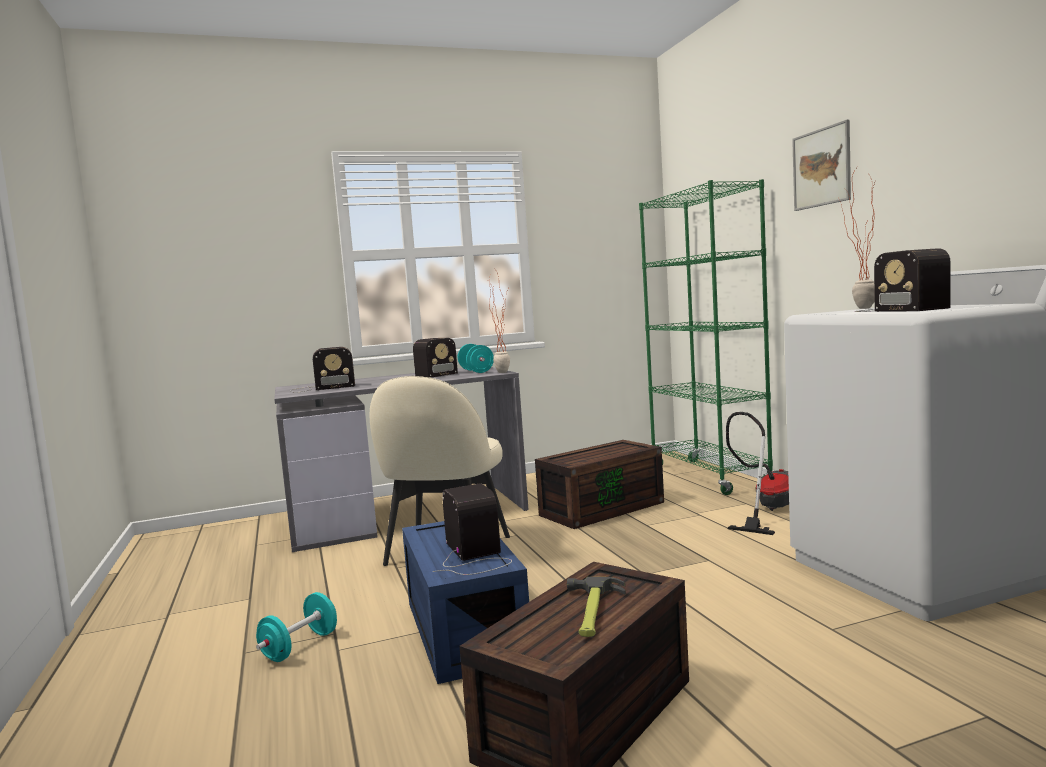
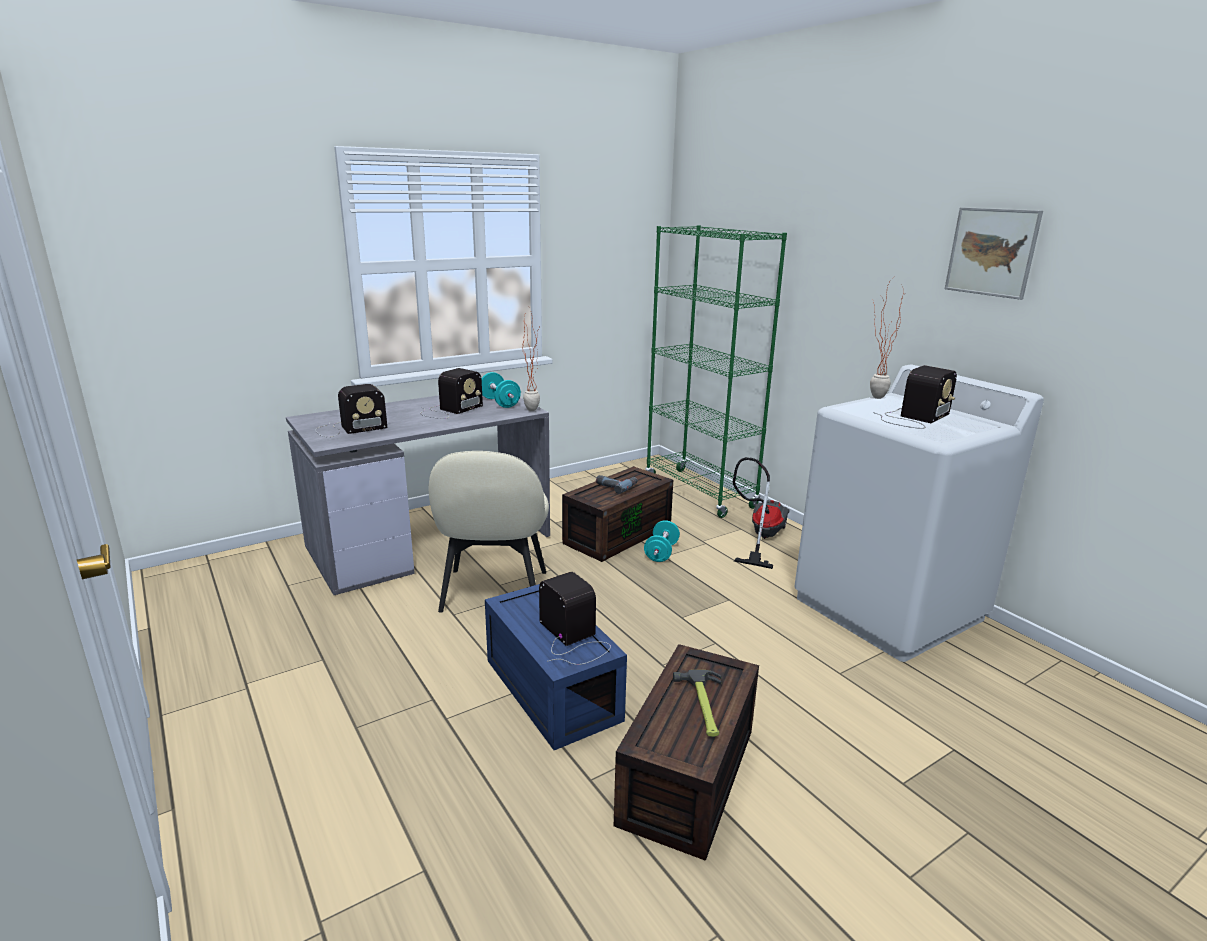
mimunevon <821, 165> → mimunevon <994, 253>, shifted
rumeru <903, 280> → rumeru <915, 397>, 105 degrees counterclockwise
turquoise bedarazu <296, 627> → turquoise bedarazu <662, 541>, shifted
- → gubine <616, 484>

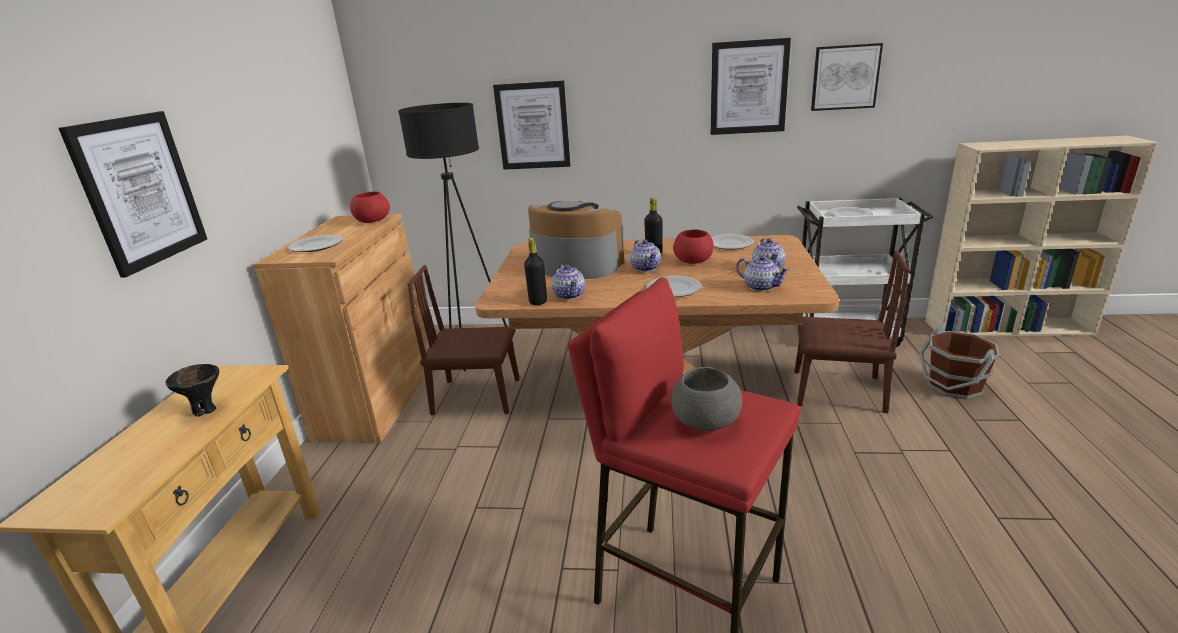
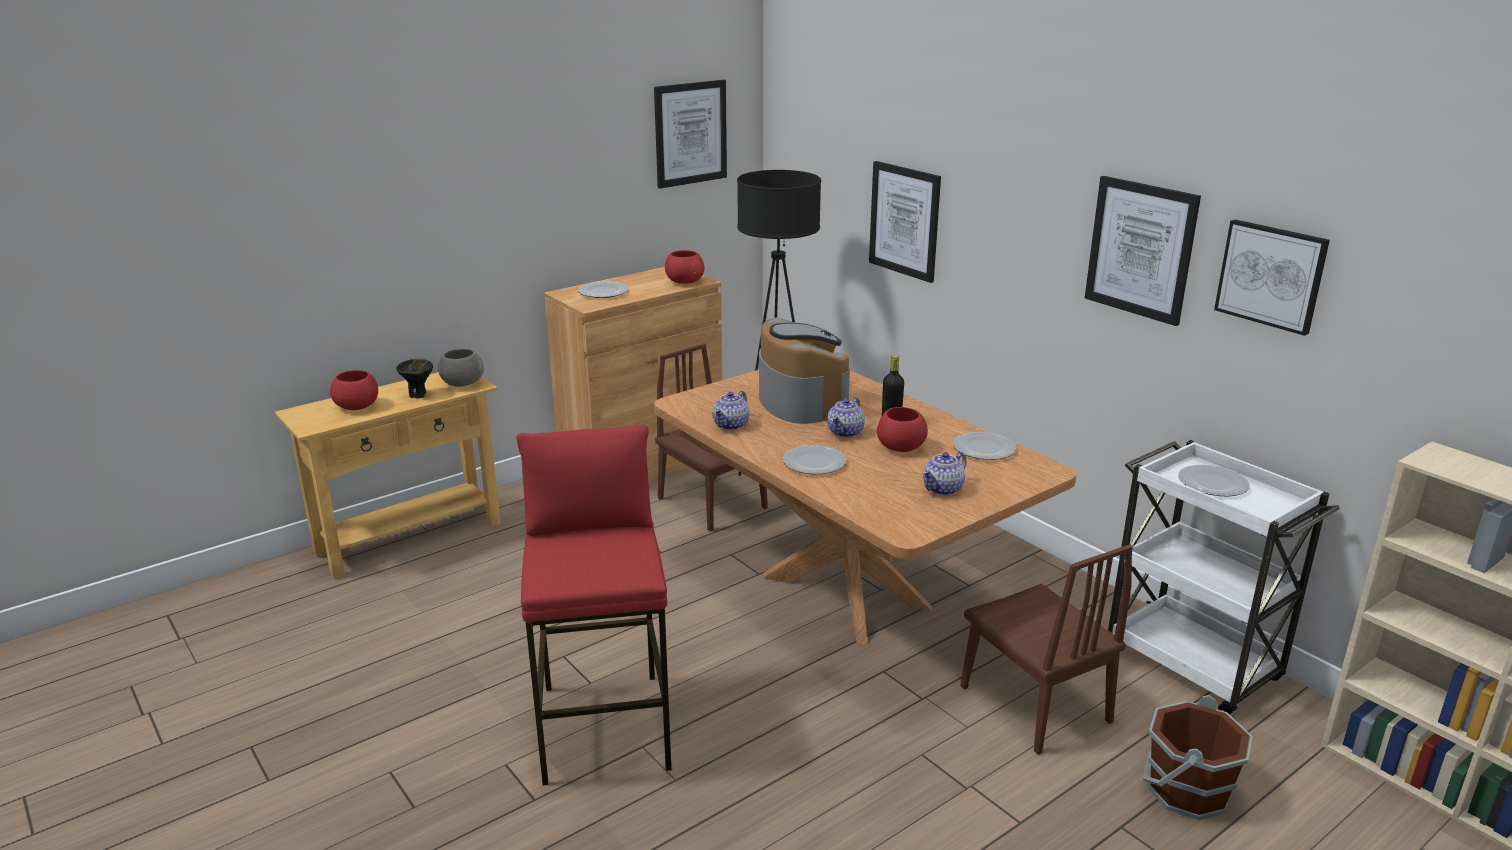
mimunevon <133, 194> → mimunevon <690, 134>, shifted
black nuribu <535, 271> → -
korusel <762, 274> → -
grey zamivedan <706, 399> → grey zamivedan <461, 368>, shifted
- → red zamivedan <354, 390>

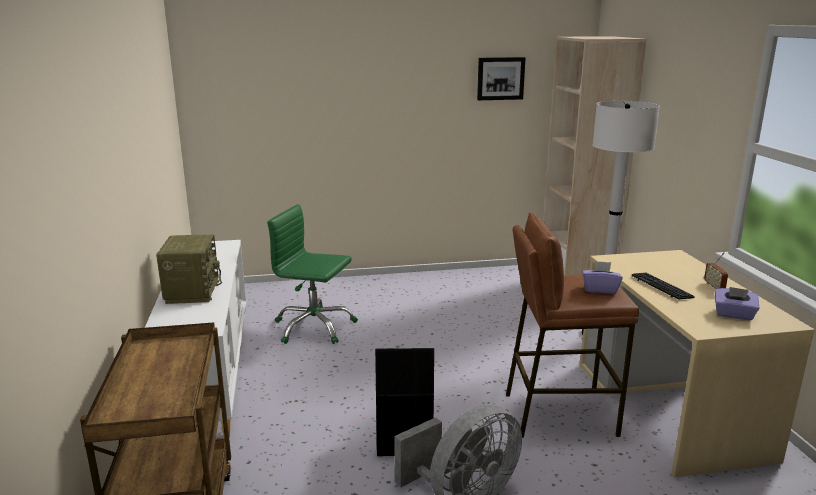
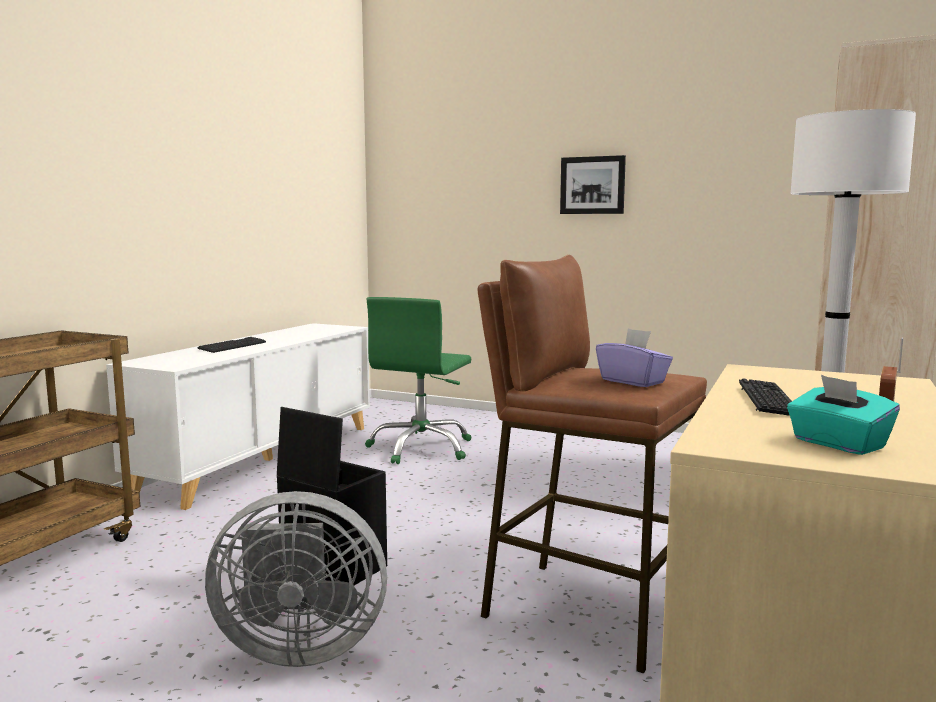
mimunevon <501, 78> → mimunevon <593, 184>, shifted
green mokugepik <312, 274> → green mokugepik <418, 380>, 120 degrees counterclockwise
rumeru <189, 269> → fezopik <231, 345>
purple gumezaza <737, 303> → turquoise gumezaza <843, 415>

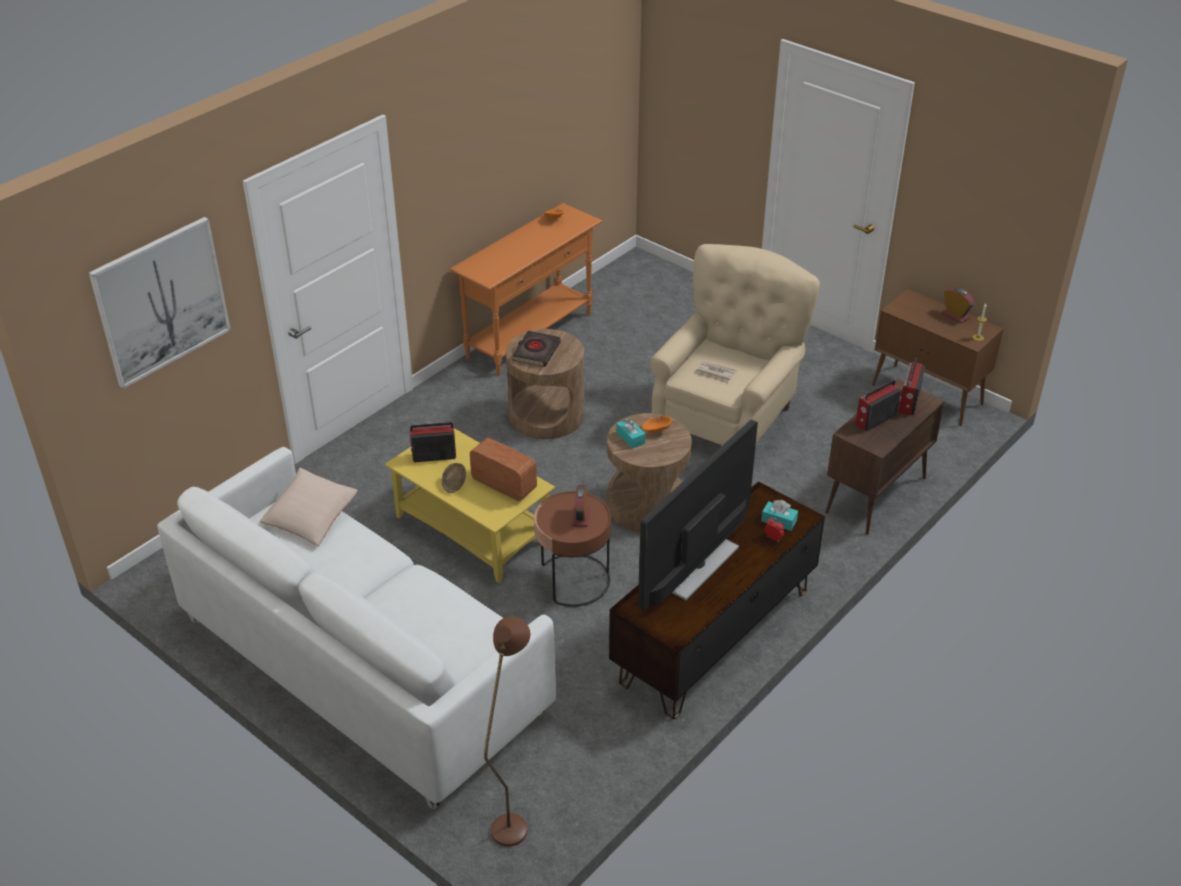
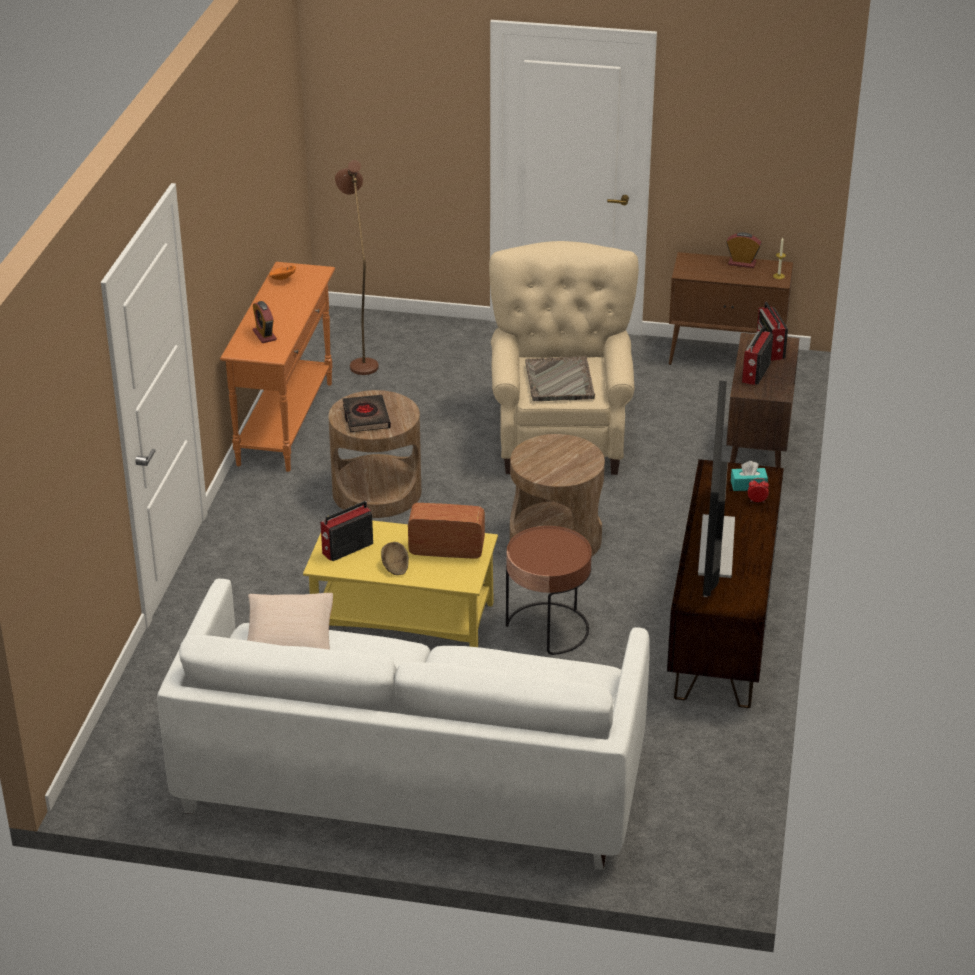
mimunevon <160, 303> → -
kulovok <716, 370> → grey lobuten <560, 378>
orange zamivedan <657, 424> → -
turquoise gumezaza <631, 433> → -
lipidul <581, 505> → lipidul <265, 322>, shifted
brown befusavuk <507, 731> → brown befusavuk <357, 267>, shifted

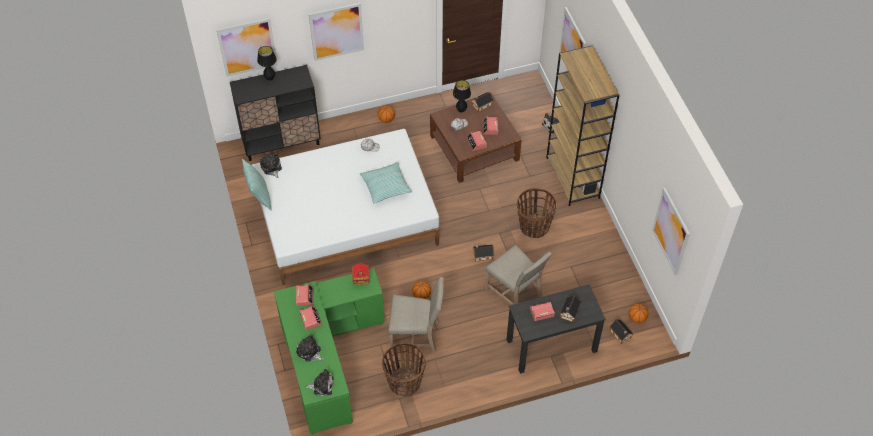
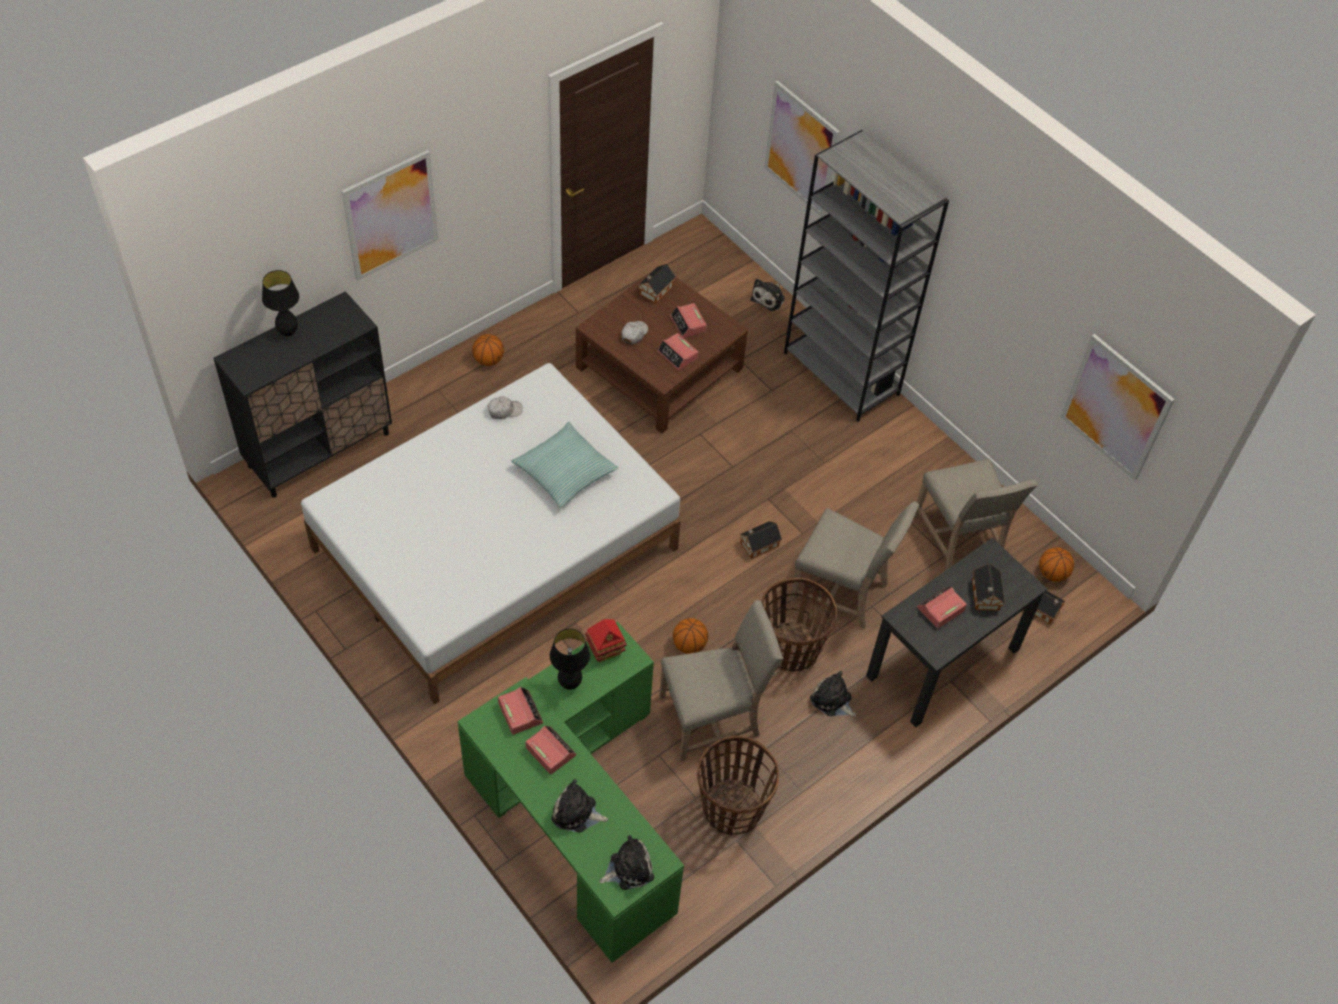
mimunevon <247, 47> → -
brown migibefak <582, 125> → grey migibefak <866, 276>
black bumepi <462, 96> → black bumepi <570, 659>, shifted
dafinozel <271, 165> → dafinozel <833, 694>, shifted
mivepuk <257, 184> → -
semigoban <537, 213> → semigoban <799, 625>, shifted
- → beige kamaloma <975, 514>

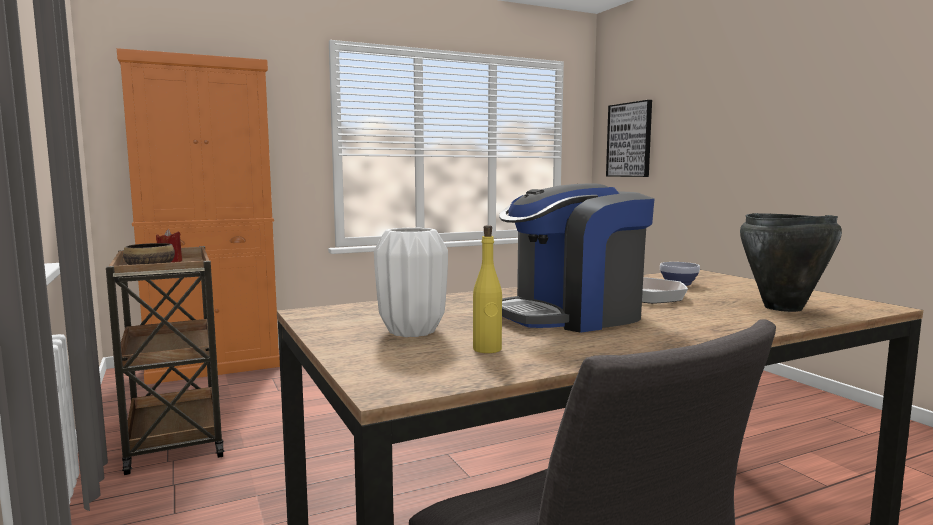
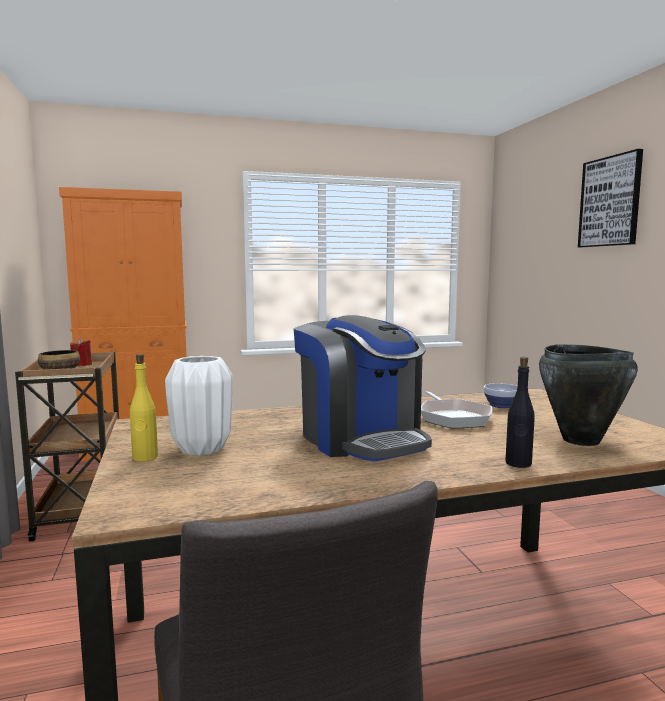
mimunevon <629, 138> → mimunevon <610, 198>, shifted
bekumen <577, 258> → bekumen <363, 388>, 105 degrees counterclockwise
yellow nuribu <487, 289> → yellow nuribu <144, 408>, shifted
- → black nuribu <520, 412>

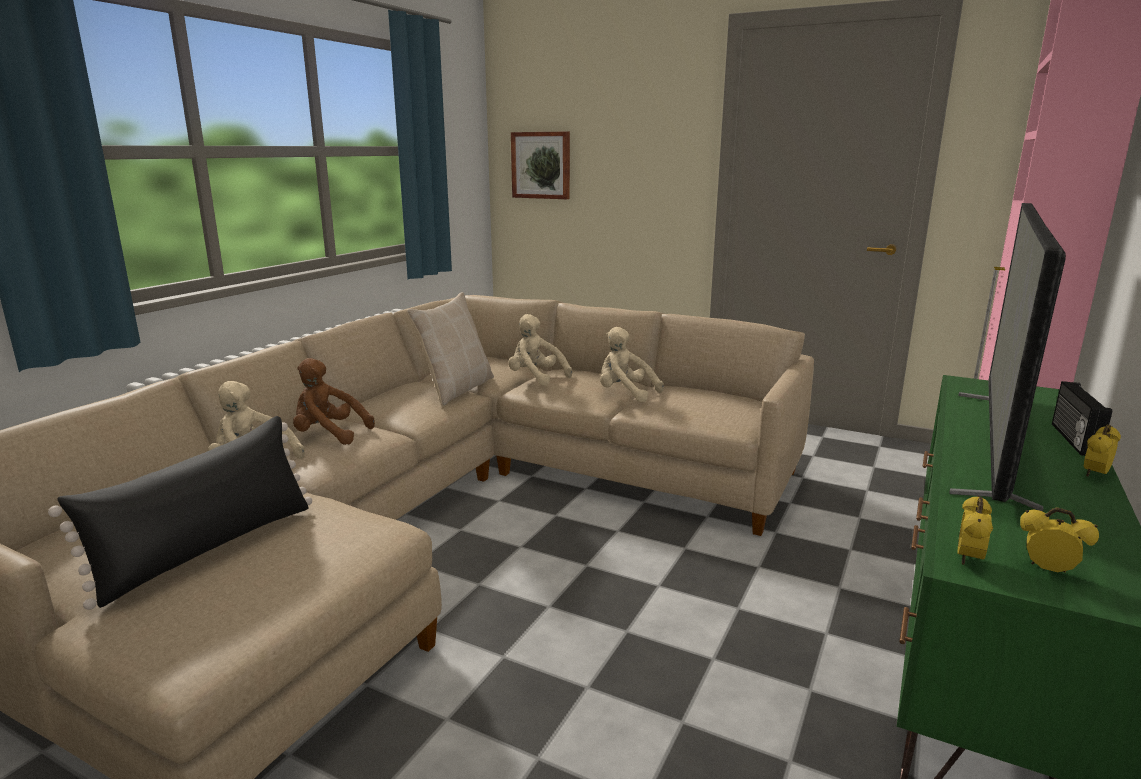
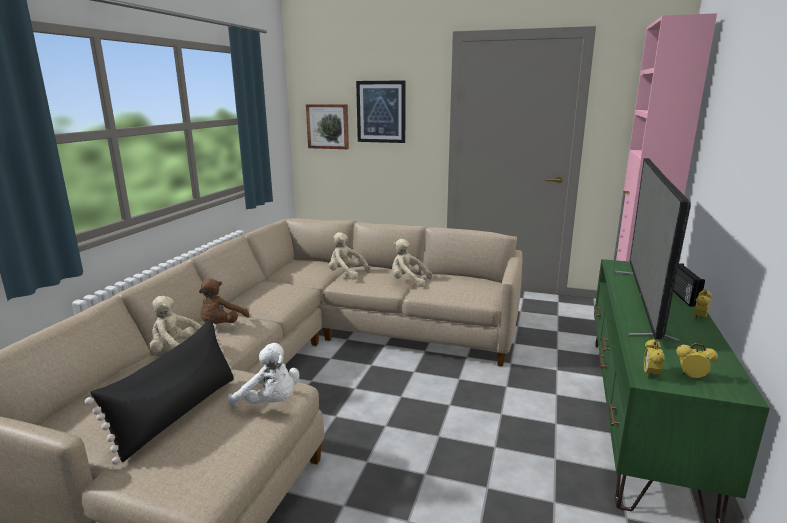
beige mivepuk <450, 349> → -
brown dafinozel <334, 401> → brown dafinozel <224, 301>, 75 degrees counterclockwise
- → mimunevon <381, 111>
- → white dafinozel <263, 375>

